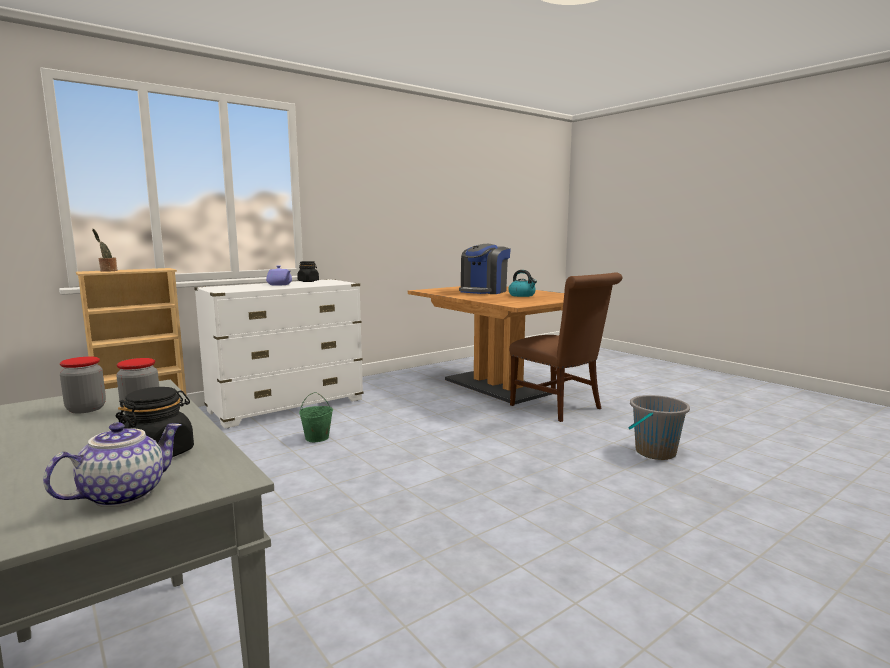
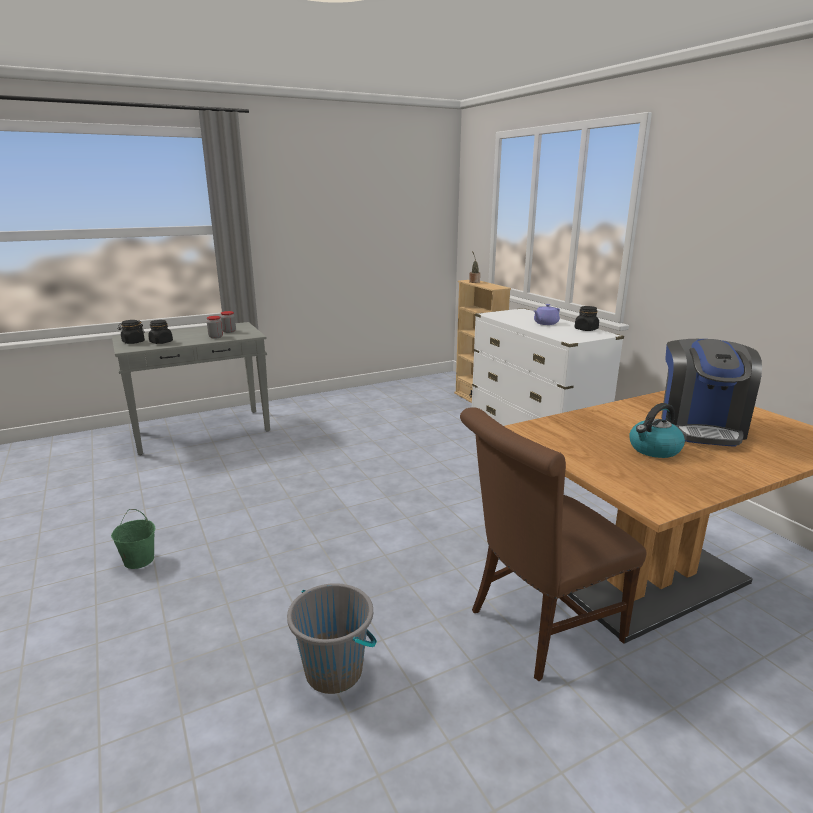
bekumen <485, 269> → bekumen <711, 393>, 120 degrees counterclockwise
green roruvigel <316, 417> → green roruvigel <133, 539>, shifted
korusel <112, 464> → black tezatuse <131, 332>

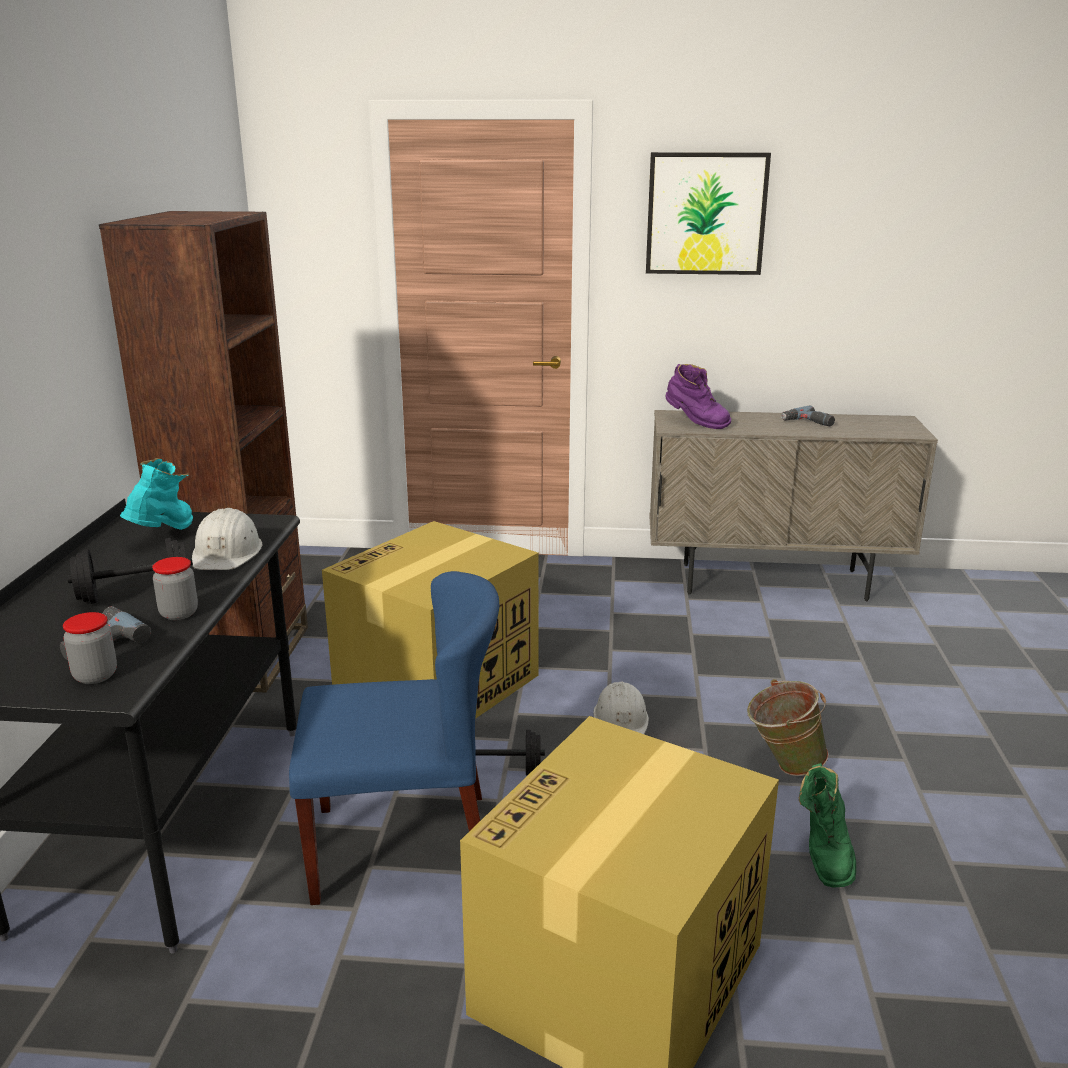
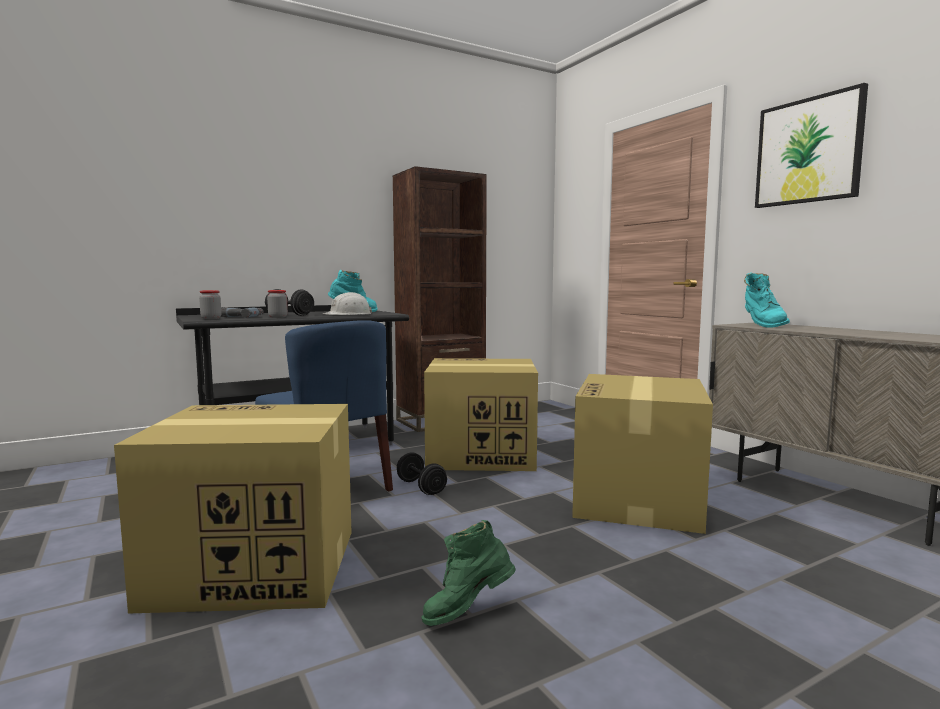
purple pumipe <698, 396> → turquoise pumipe <767, 300>
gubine <808, 415> → -
green roruvigel <788, 727> → -
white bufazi <621, 708> → -
- → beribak <642, 454>

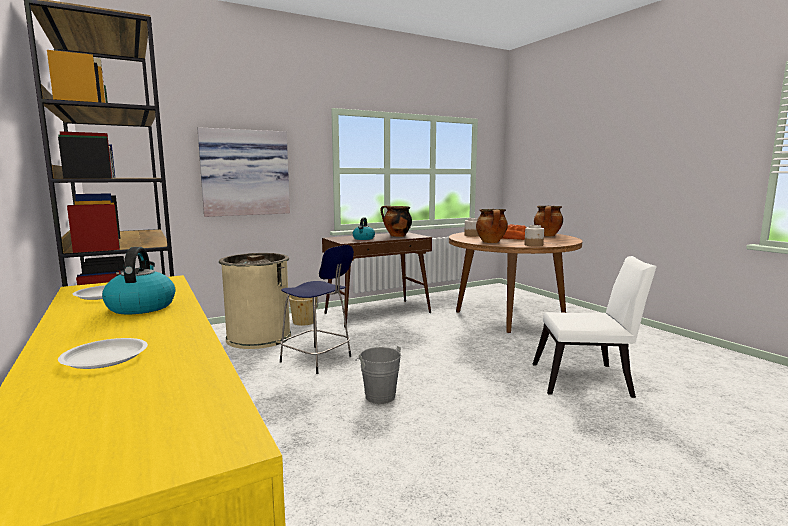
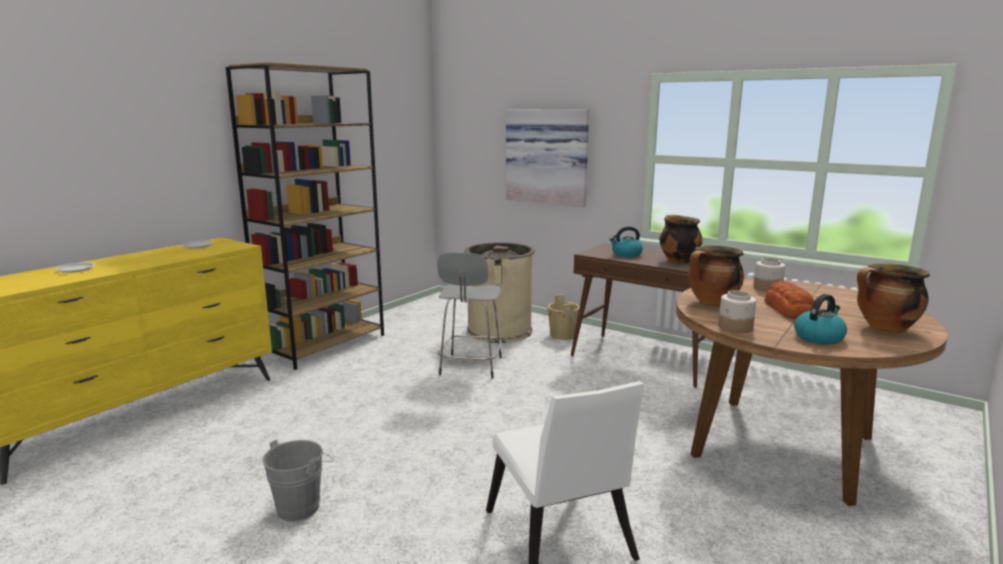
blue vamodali <317, 309> → grey vamodali <469, 315>
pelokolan <138, 281> → pelokolan <820, 319>, shifted
grey roruvigel <378, 375> → grey roruvigel <298, 480>, shifted

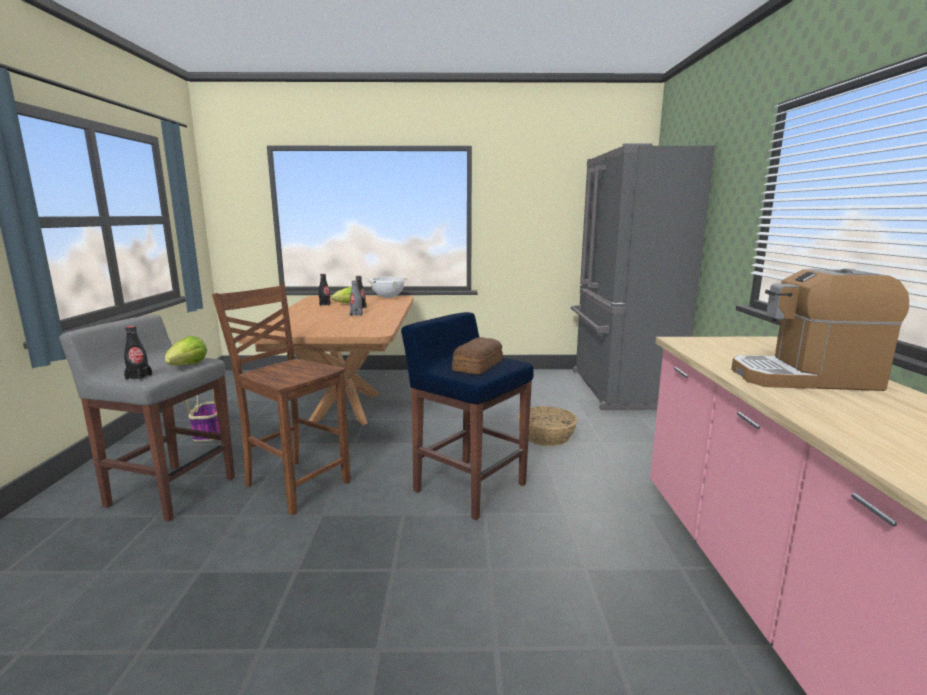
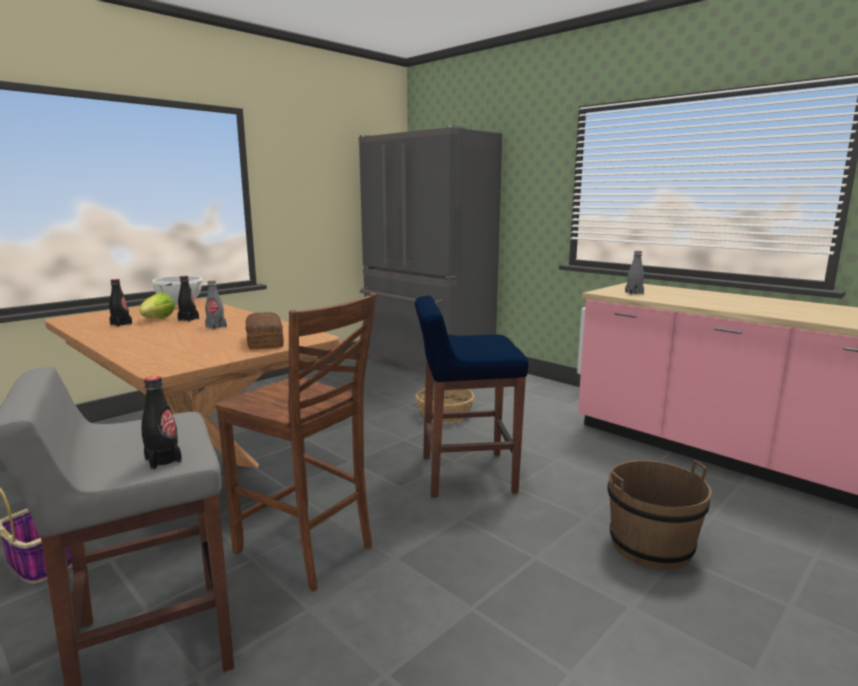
bekumen <820, 330> → -
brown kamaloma <281, 400> → brown kamaloma <296, 442>, 135 degrees counterclockwise
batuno <186, 350> → -
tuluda <477, 355> → tuluda <264, 330>, shifted
- → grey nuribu <634, 272>
- → brown roruvigel <659, 515>

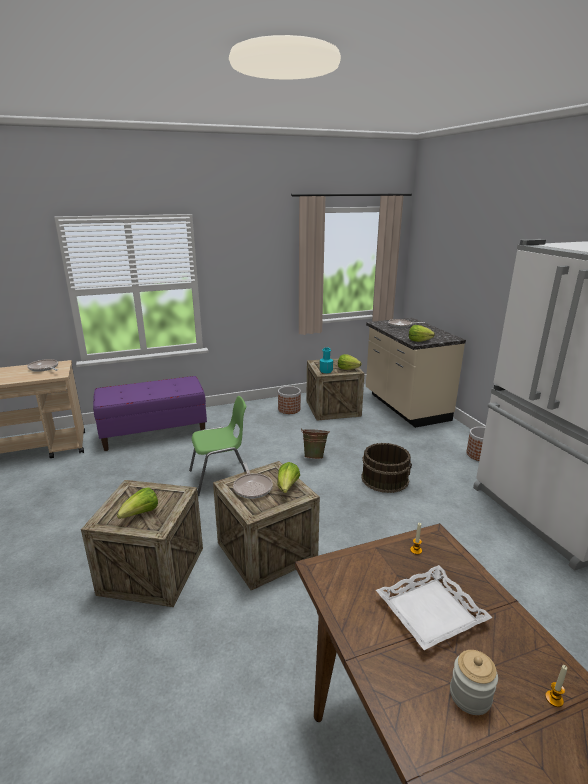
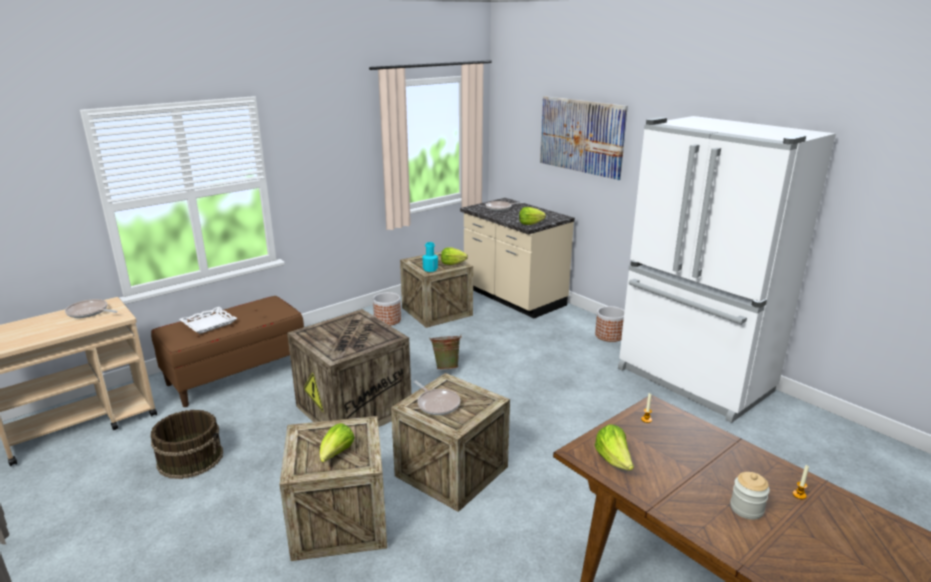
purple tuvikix <150, 413> → brown tuvikix <227, 351>
green kamaloma <217, 446> → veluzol <349, 368>
brown roruvigel <386, 468> → brown roruvigel <187, 444>, shifted
batuno <288, 477> → batuno <614, 447>, shifted
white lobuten <434, 607> → white lobuten <208, 320>, shifted
- → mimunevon <584, 138>

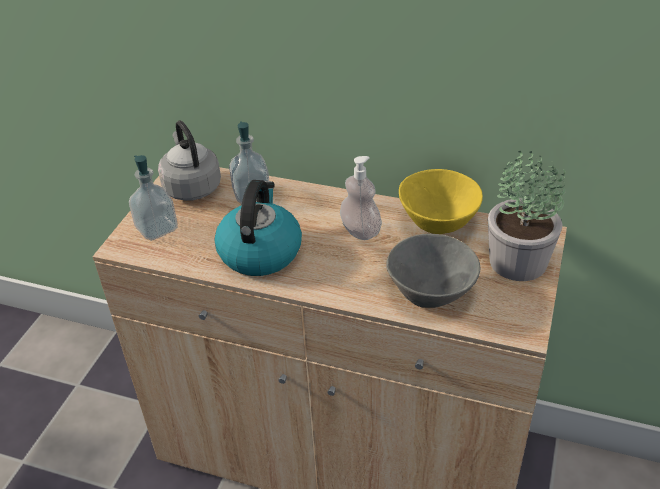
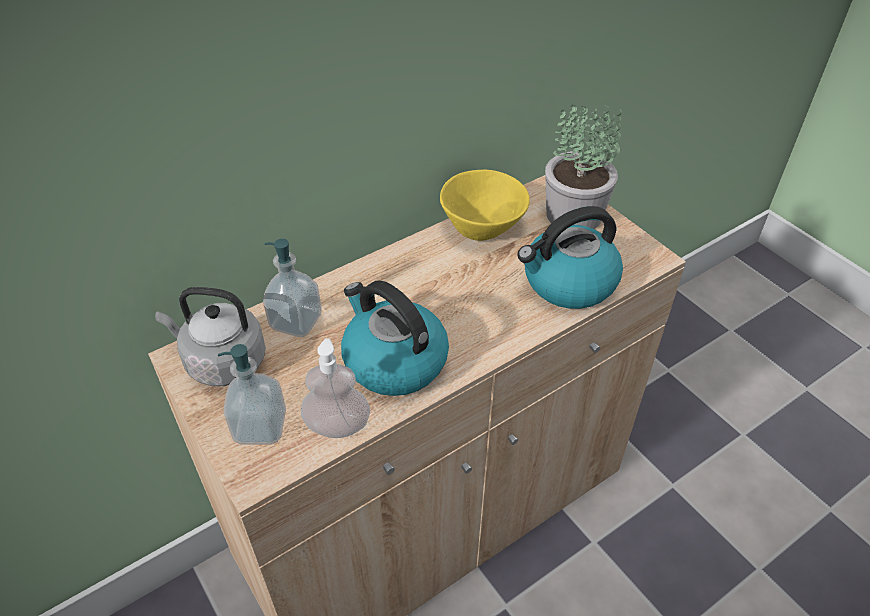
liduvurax <361, 198> → liduvurax <335, 388>, shifted
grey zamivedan <433, 271> → pelokolan <570, 257>

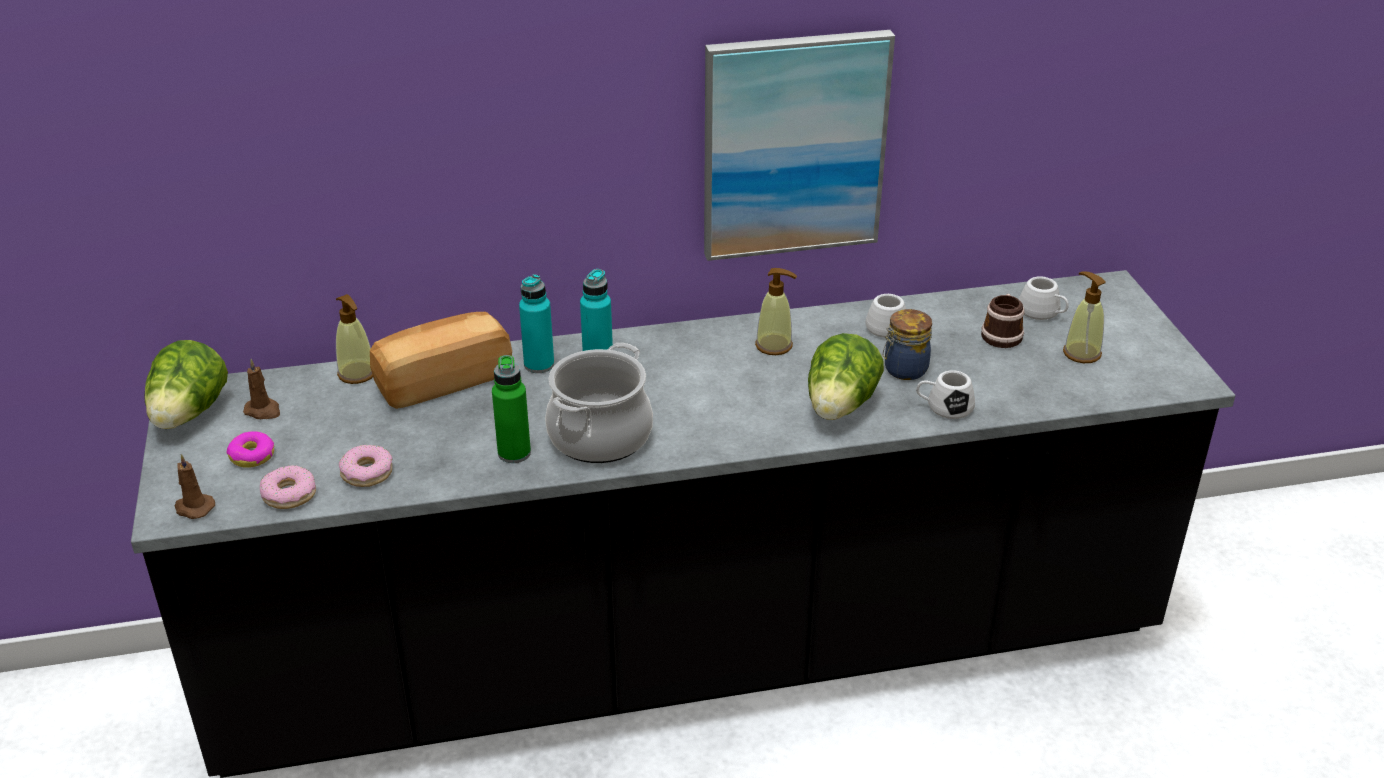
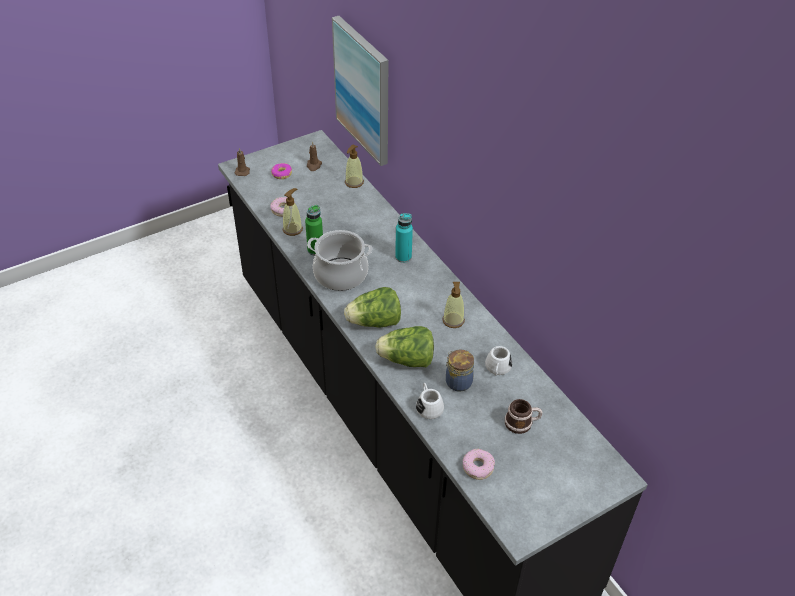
mimunevon <799, 145> → mimunevon <360, 91>, shifted
liduvurax <1084, 317> → liduvurax <293, 212>, shifted
turquoise nuribu <536, 323> → -
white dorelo <1044, 298> → -
tuluda <441, 360> → -
batuno <186, 384> → batuno <372, 307>, shifted
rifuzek <288, 487> → rifuzek <479, 464>, shifted

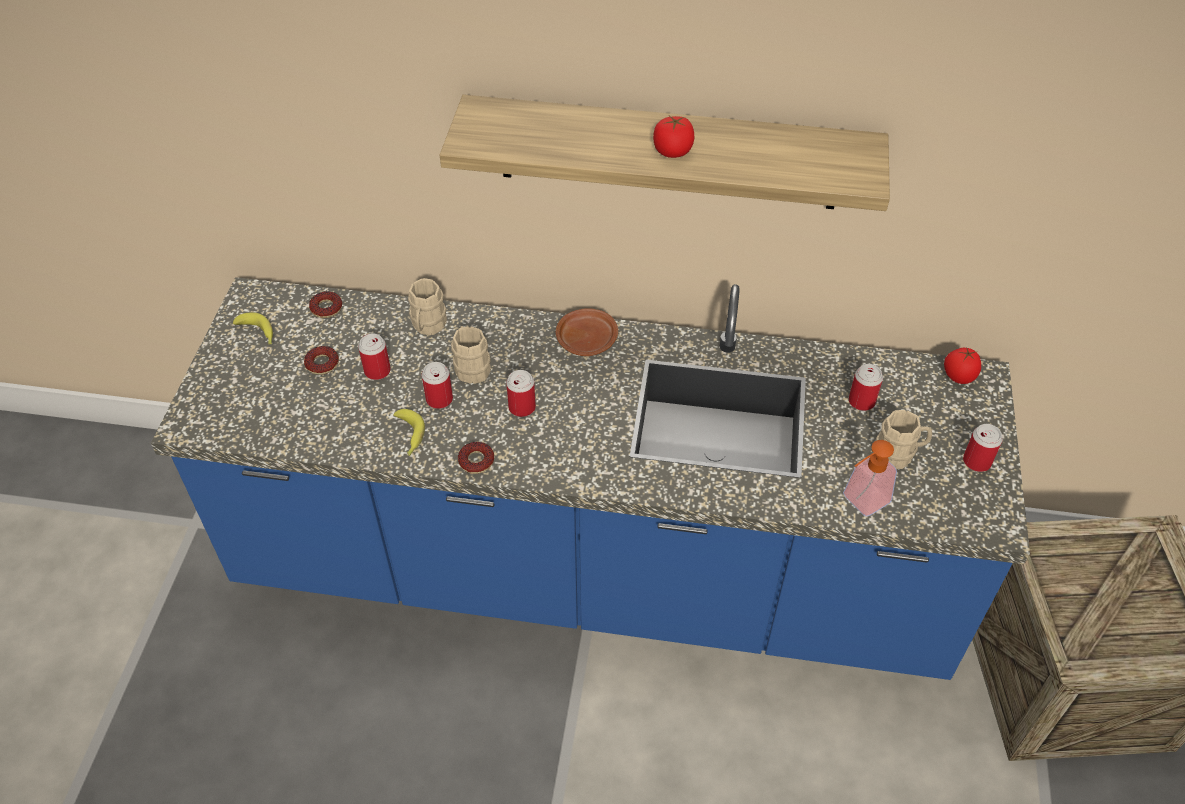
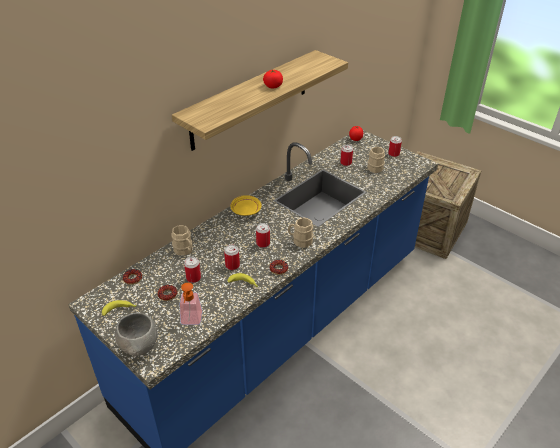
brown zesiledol <587, 332> → yellow zesiledol <246, 205>
beige dorelo <471, 355> → beige dorelo <301, 232>, shifted
liduvurax <870, 478> → liduvurax <191, 304>, shifted
- → grey zamivedan <136, 334>

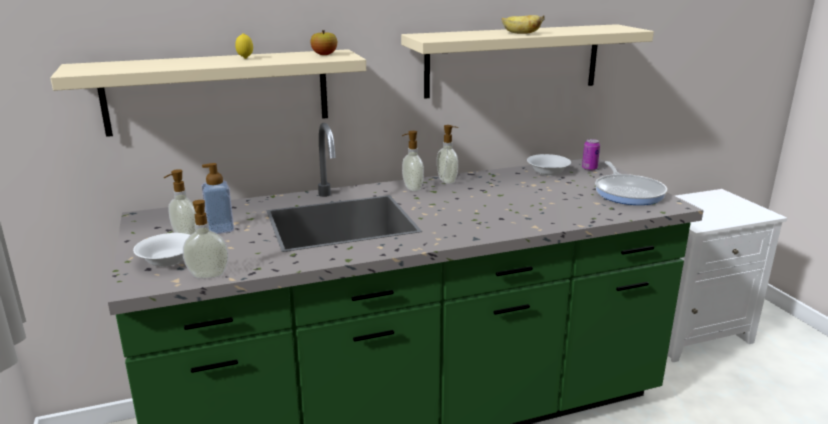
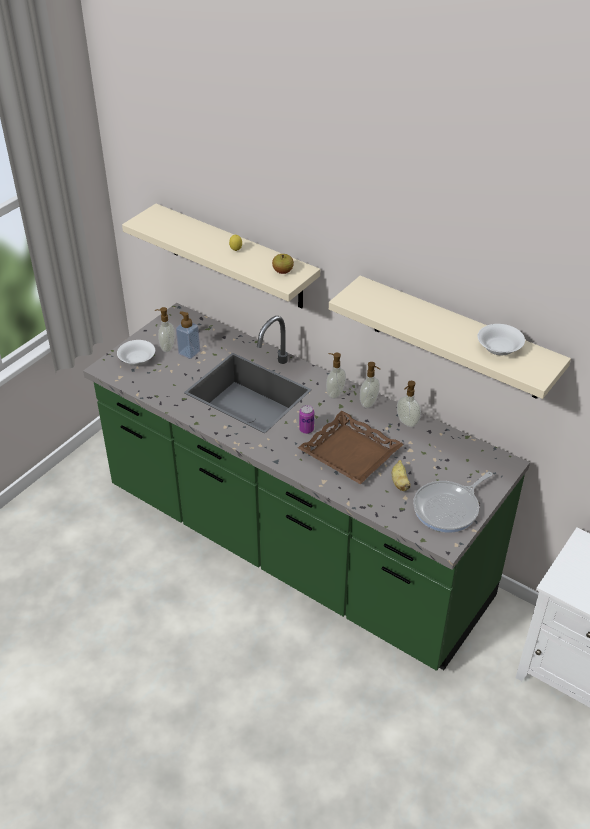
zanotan <523, 24> → zanotan <401, 475>, shifted
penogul <591, 155> → penogul <306, 419>, shifted
white zamivedan <549, 165> → white zamivedan <501, 339>, shifted
liduvurax <206, 239> → liduvurax <409, 404>, shifted
- → brown lobuten <350, 447>

